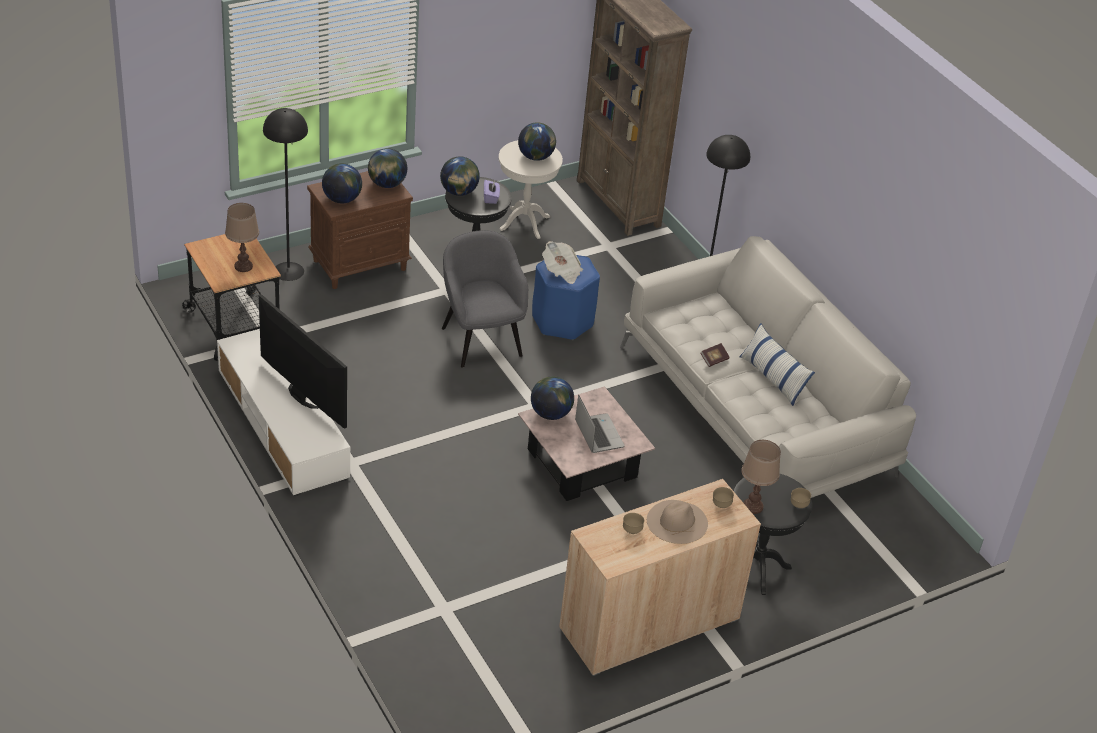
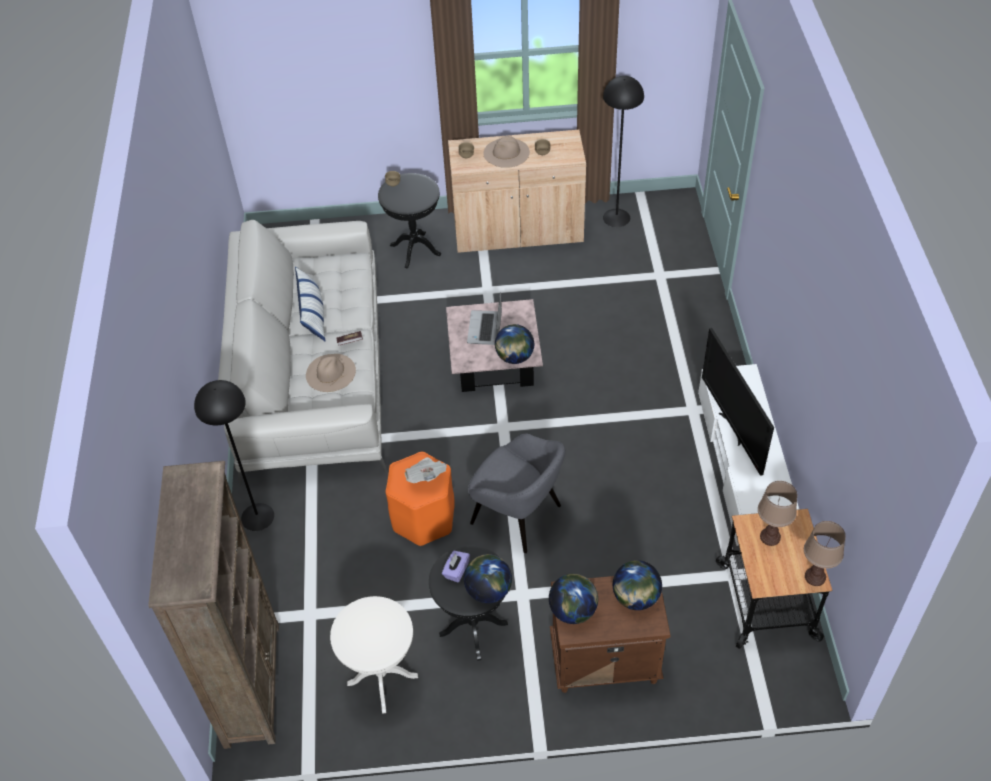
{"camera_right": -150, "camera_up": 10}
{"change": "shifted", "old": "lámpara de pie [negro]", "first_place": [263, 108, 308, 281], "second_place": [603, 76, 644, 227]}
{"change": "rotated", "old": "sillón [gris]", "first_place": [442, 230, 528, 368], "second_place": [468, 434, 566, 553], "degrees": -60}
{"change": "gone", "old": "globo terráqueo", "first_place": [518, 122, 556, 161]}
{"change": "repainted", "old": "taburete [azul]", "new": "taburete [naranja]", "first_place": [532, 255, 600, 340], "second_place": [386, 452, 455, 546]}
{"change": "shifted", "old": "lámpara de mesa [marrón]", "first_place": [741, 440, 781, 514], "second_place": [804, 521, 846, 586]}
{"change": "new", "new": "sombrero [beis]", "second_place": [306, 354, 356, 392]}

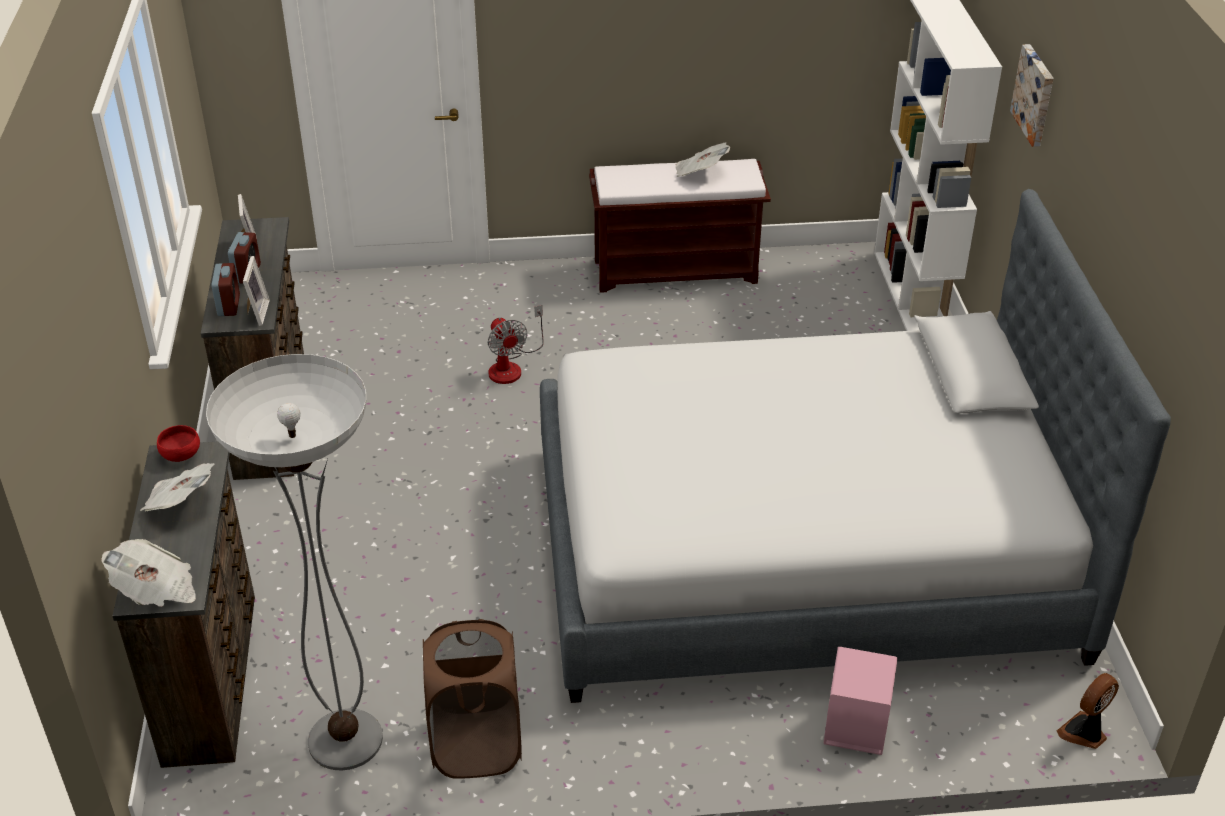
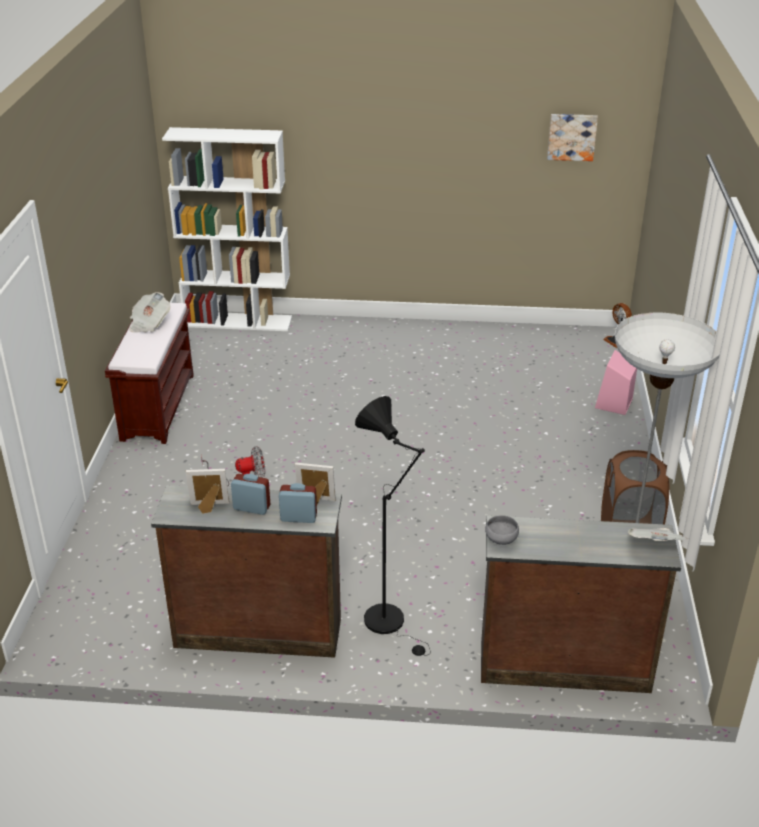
{"camera_right": -80, "camera_up": -5}
{"change": "gone", "old": "periódico", "first_place": [140, 463, 214, 511]}
{"change": "repainted", "old": "cuenco [rojo]", "new": "cuenco [gris]", "first_place": [157, 425, 200, 462], "second_place": [485, 515, 519, 545]}
{"change": "gone", "old": "cama", "first_place": [540, 189, 1171, 703]}
{"change": "shifted", "old": "cuadro", "first_place": [1010, 44, 1054, 147], "second_place": [547, 114, 598, 161]}
{"change": "new", "new": "lámpara de pie [negro]", "second_place": [355, 396, 431, 656]}

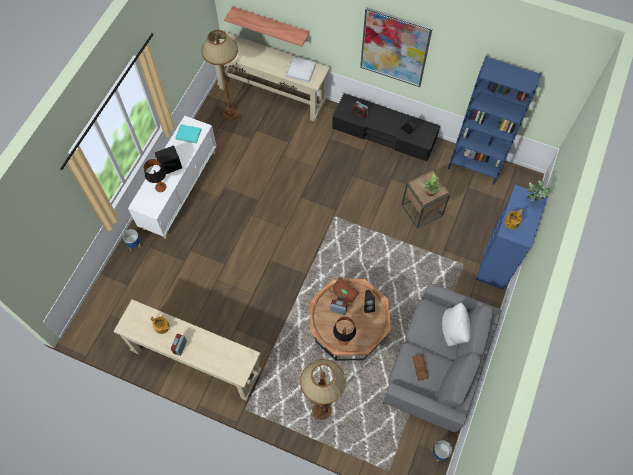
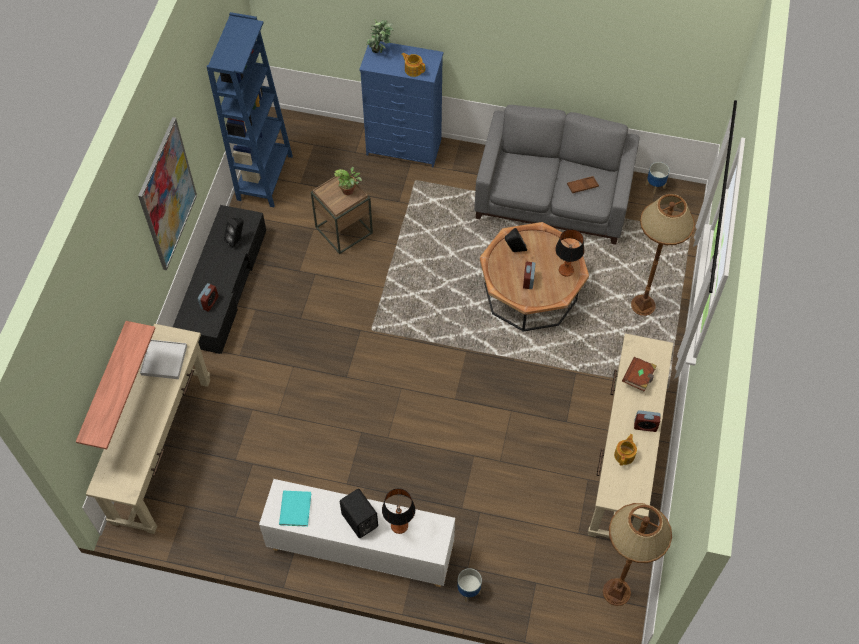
{"camera_right": -100, "camera_up": -5}
{"change": "shifted", "old": "lámpara de pie [marrón]", "first_place": [201, 30, 239, 120], "second_place": [603, 503, 672, 606]}
{"change": "shifted", "old": "libro [marrón]", "first_place": [330, 277, 359, 306], "second_place": [622, 357, 657, 392]}
{"change": "gone", "old": "cojín [blanco]", "first_place": [442, 303, 471, 346]}

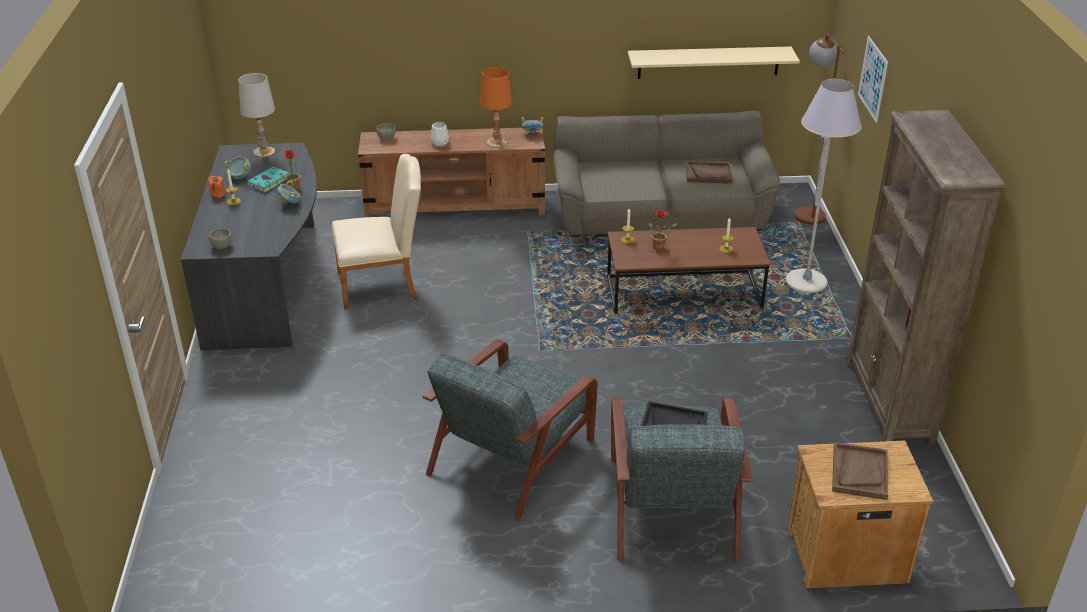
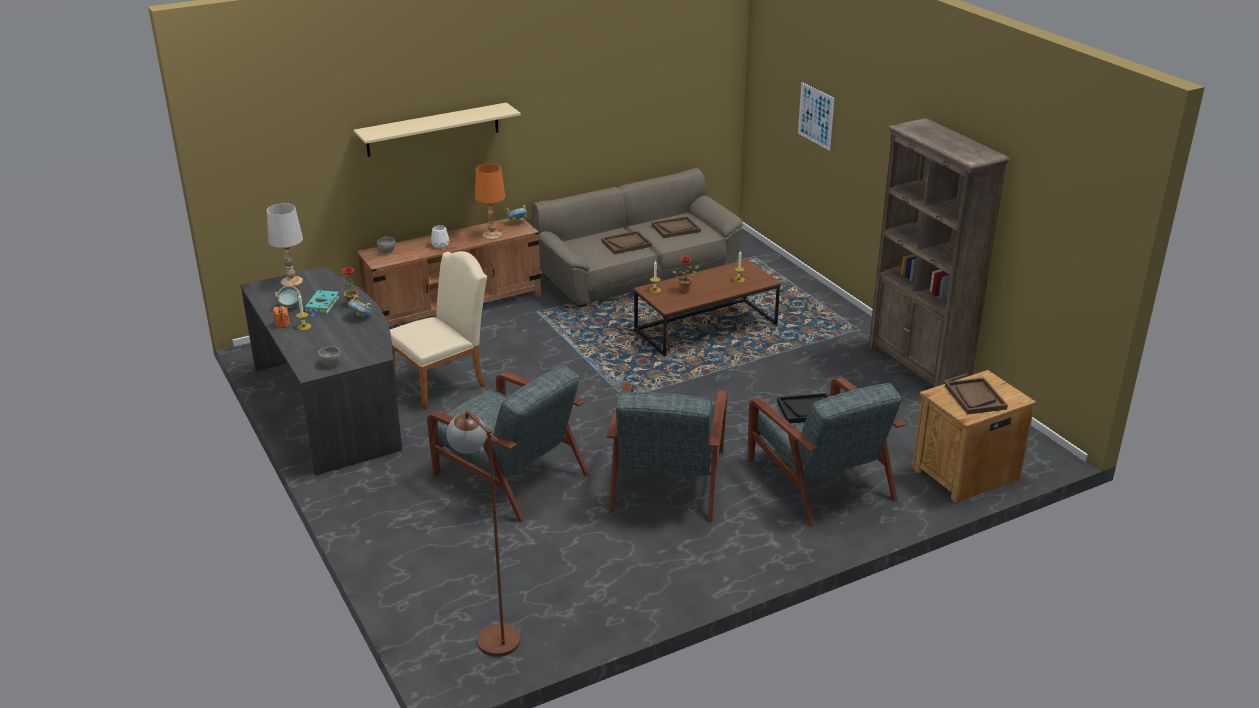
{"camera_right": -25, "camera_up": -5}
{"change": "shifted", "old": "estante [beis]", "first_place": [628, 46, 800, 79], "second_place": [354, 103, 521, 157]}
{"change": "gone", "old": "lámpara de pie [gris]", "first_place": [786, 79, 862, 293]}
{"change": "shifted", "old": "lámpara de pie [marrón]", "first_place": [795, 33, 844, 225], "second_place": [446, 410, 520, 657]}
{"change": "new", "new": "sillón [gris]", "second_place": [427, 365, 590, 522]}
{"change": "new", "new": "bandeja [marrón]", "second_place": [601, 231, 652, 254]}

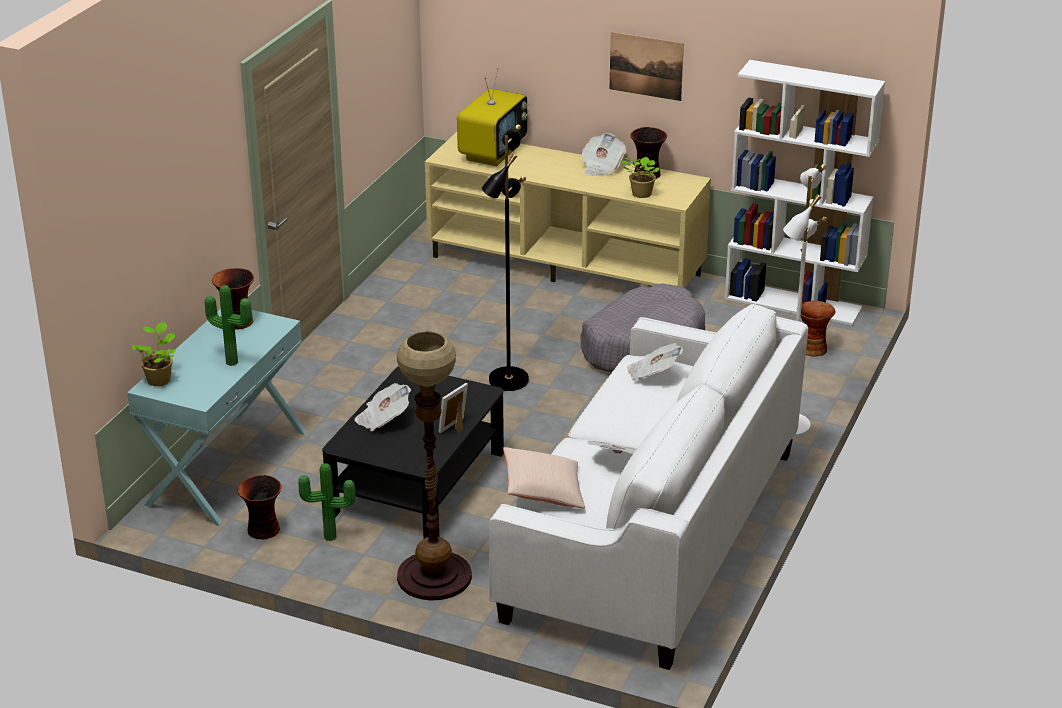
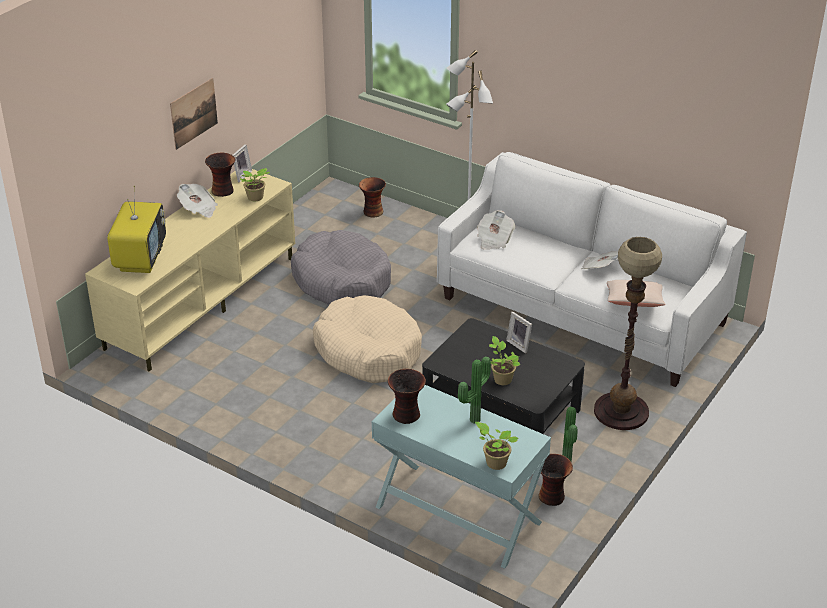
{"camera_right": -80, "camera_up": 5}
{"change": "swapped", "old": "periódico", "new": "planta en maceta", "first_place": [355, 383, 411, 431], "second_place": [489, 336, 521, 385]}
{"change": "rotated", "old": "televisor", "first_place": [457, 68, 527, 166], "second_place": [107, 186, 166, 273], "degrees": 60}
{"change": "swapped", "old": "lámpara de pie [negro]", "new": "cama para perro [beis]", "first_place": [481, 124, 529, 391], "second_place": [313, 295, 422, 383]}
{"change": "gone", "old": "estantería [blanco]", "first_place": [725, 60, 885, 325]}
{"change": "new", "new": "portarretratos", "second_place": [233, 144, 252, 182]}

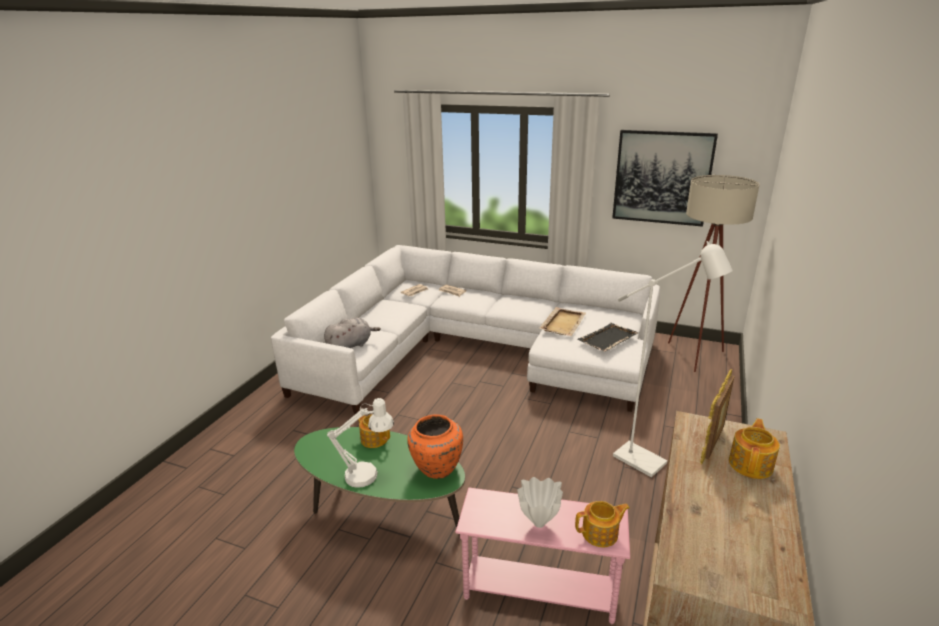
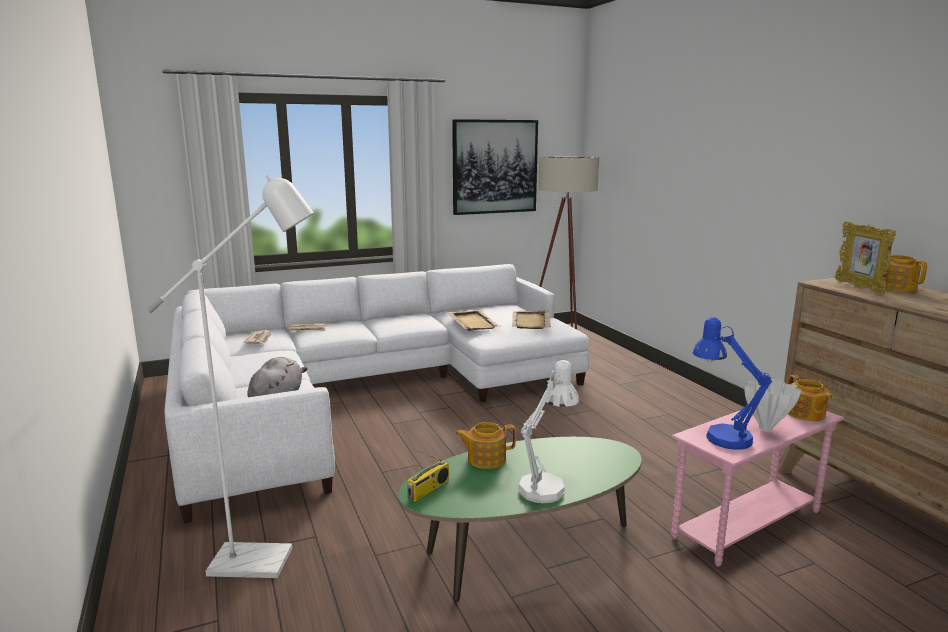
{"camera_right": -45, "camera_up": -10}
{"change": "gone", "old": "florero [naranja]", "first_place": [407, 415, 463, 479]}
{"change": "rotated", "old": "tetera", "first_place": [575, 501, 630, 547], "second_place": [787, 375, 833, 421], "degrees": 135}
{"change": "repainted", "old": "bandeja [negro]", "new": "bandeja [beis]", "first_place": [577, 323, 639, 352], "second_place": [512, 310, 551, 329]}
{"change": "shifted", "old": "lámpara de pie [blanco]", "first_place": [613, 241, 733, 477], "second_place": [147, 175, 314, 578]}
{"change": "new", "new": "radio", "second_place": [407, 449, 449, 502]}
{"change": "new", "new": "lámpara de mesa [azul]", "second_place": [692, 317, 772, 450]}

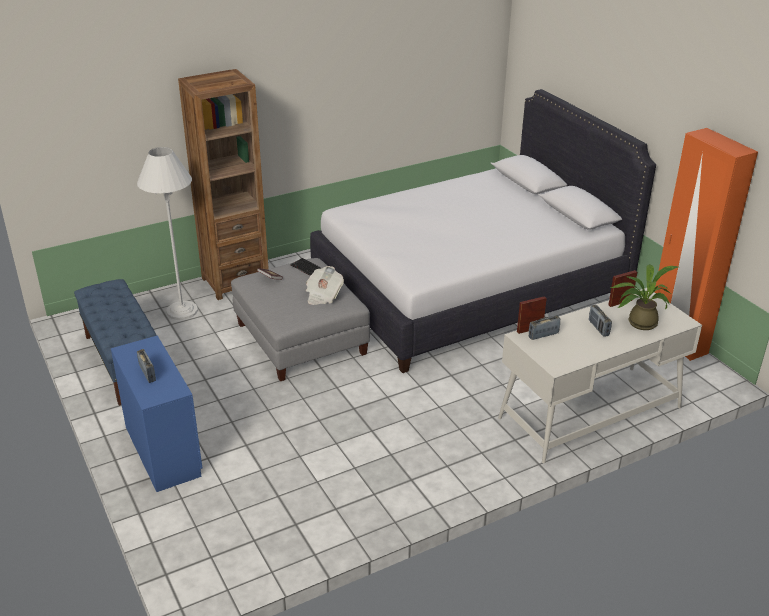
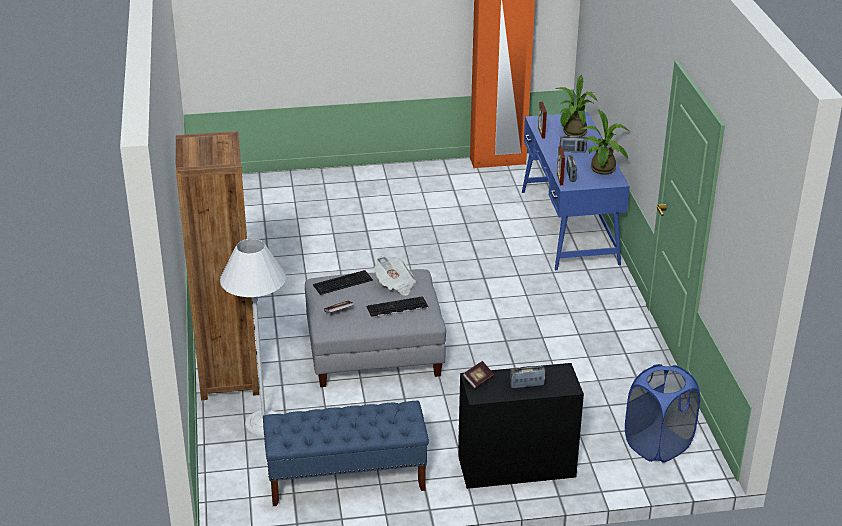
{"camera_right": -70, "camera_up": 0}
{"change": "repainted", "old": "cómoda [azul]", "new": "cómoda [negro]", "first_place": [111, 335, 202, 492], "second_place": [458, 363, 584, 489]}
{"change": "gone", "old": "cama [blanco]", "first_place": [310, 89, 656, 373]}
{"change": "repainted", "old": "escritorio [blanco]", "new": "escritorio [azul]", "first_place": [498, 288, 702, 464], "second_place": [522, 112, 630, 270]}
{"change": "new", "new": "teclado", "second_place": [366, 296, 428, 317]}
{"change": "new", "new": "libro", "second_place": [463, 361, 494, 389]}
{"change": "new", "new": "planta en maceta", "second_place": [581, 110, 630, 175]}
{"change": "new", "new": "cesto de la ropa [azul]", "second_place": [625, 364, 700, 463]}

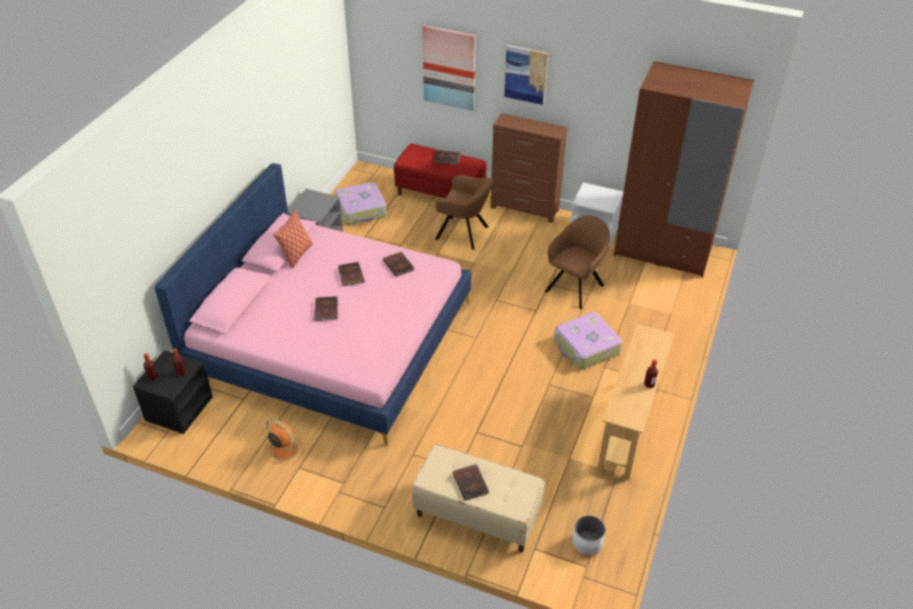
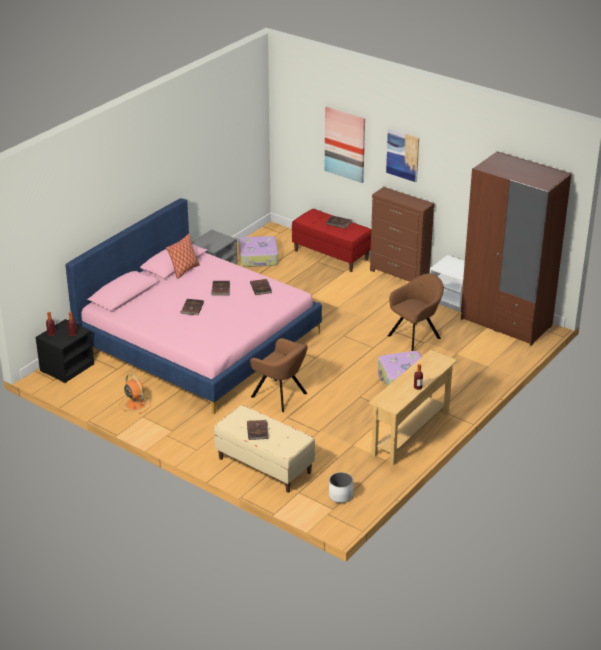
{"camera_right": 15, "camera_up": -10}
{"change": "shifted", "old": "sillón [marrón]", "first_place": [435, 175, 492, 250], "second_place": [250, 338, 308, 412]}

